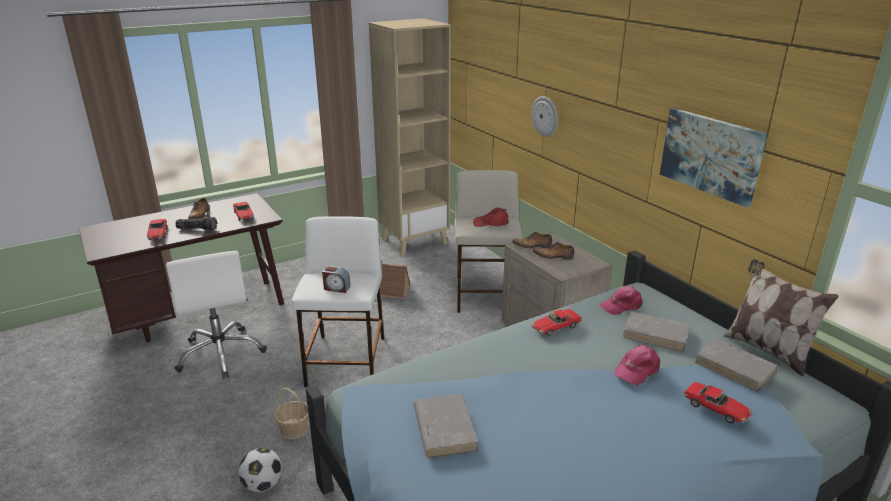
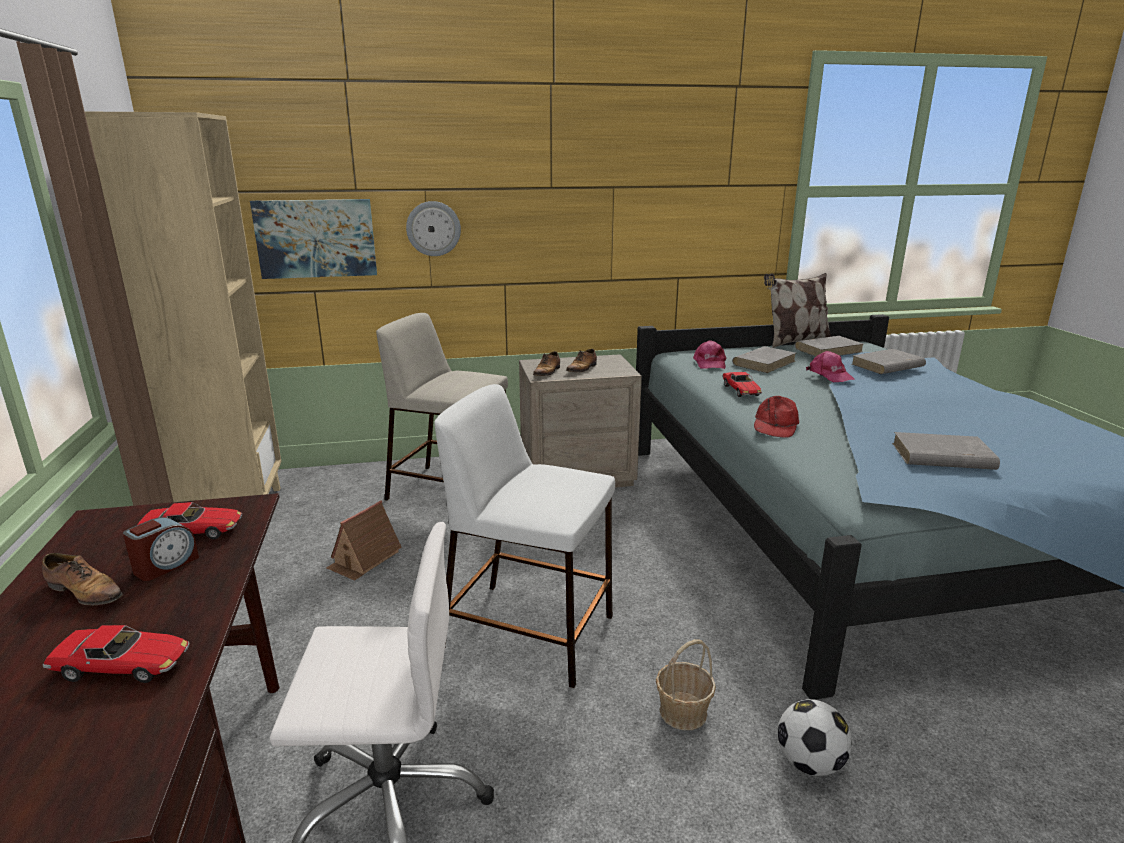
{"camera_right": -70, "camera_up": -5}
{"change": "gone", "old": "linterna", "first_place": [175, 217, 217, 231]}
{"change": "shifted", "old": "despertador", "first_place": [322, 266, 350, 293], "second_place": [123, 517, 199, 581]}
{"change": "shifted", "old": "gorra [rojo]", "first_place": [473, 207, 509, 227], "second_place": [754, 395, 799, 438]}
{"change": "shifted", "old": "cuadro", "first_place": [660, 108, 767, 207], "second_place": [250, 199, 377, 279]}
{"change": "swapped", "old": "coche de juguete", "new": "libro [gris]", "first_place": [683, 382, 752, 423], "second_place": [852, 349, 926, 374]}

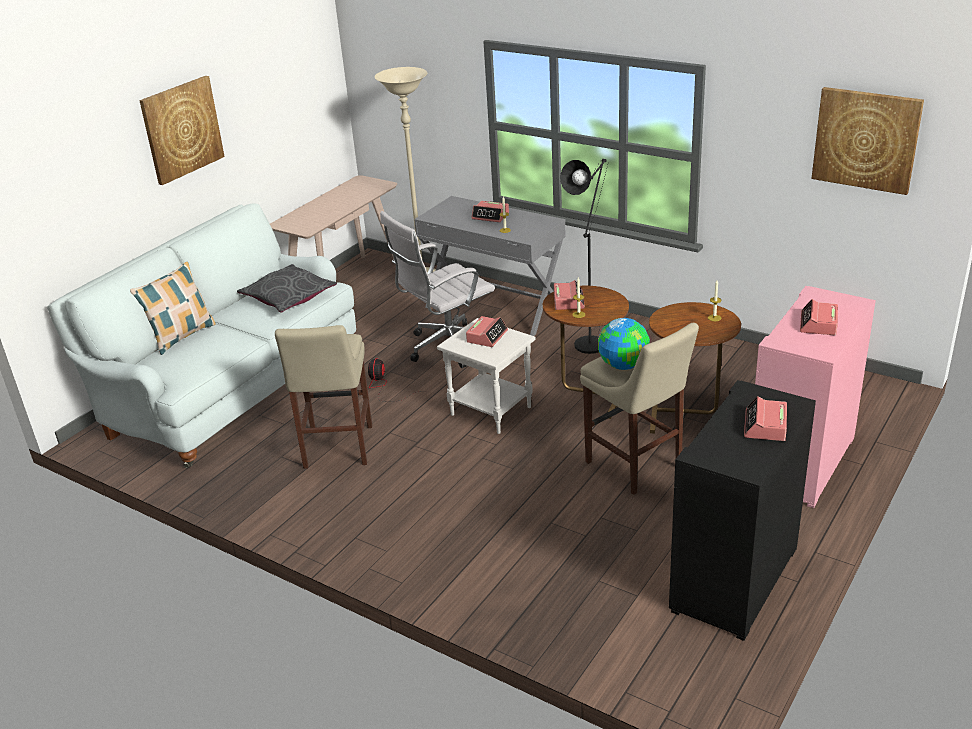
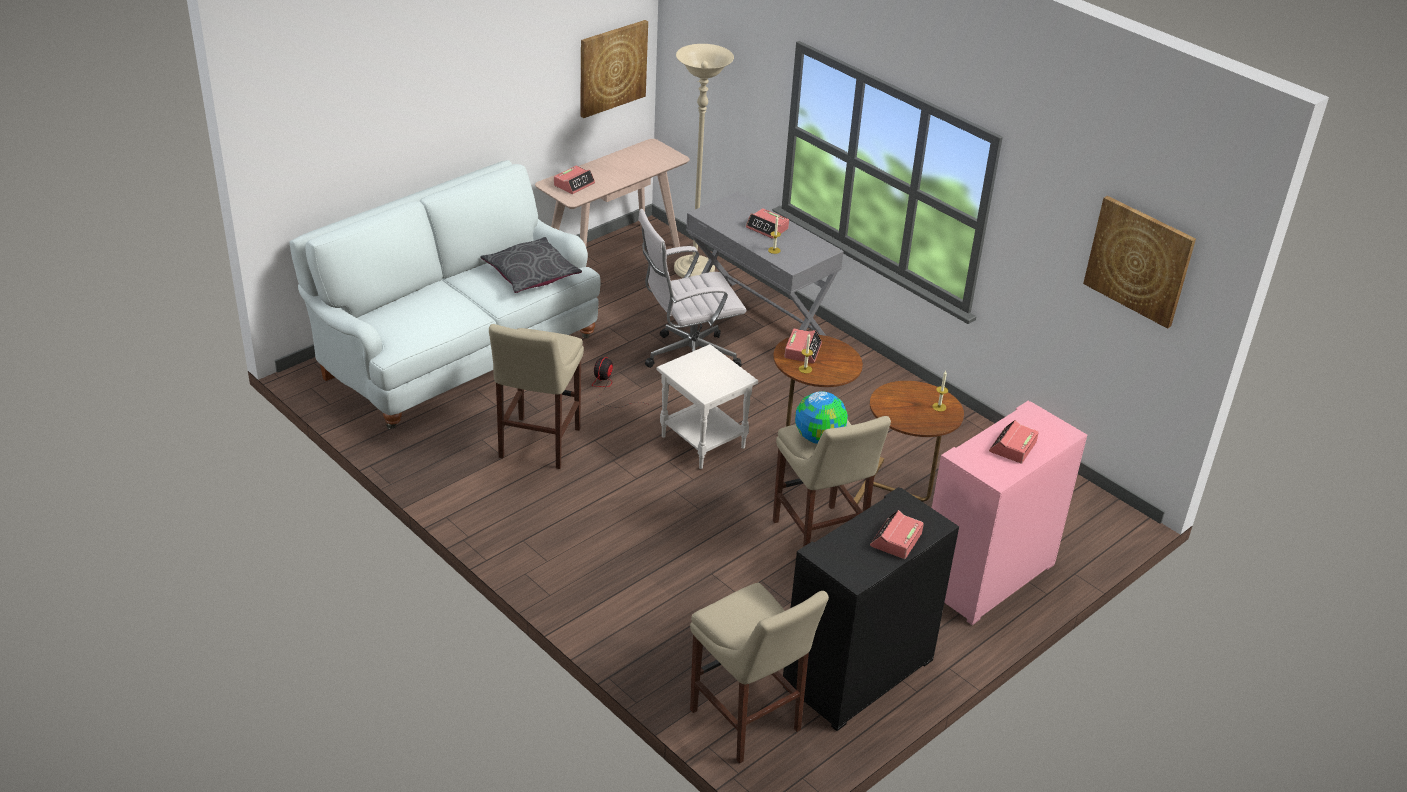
{"camera_right": 10, "camera_up": 5}
{"change": "gone", "old": "cojín", "first_place": [130, 262, 216, 355]}
{"change": "shifted", "old": "cuadro", "first_place": [139, 76, 225, 185], "second_place": [580, 20, 648, 118]}
{"change": "shifted", "old": "despertador", "first_place": [466, 316, 508, 347], "second_place": [554, 166, 595, 194]}
{"change": "gone", "old": "lámpara de pie [negro]", "first_place": [560, 159, 608, 354]}
{"change": "new", "new": "taburete [beis]", "second_place": [690, 583, 829, 764]}

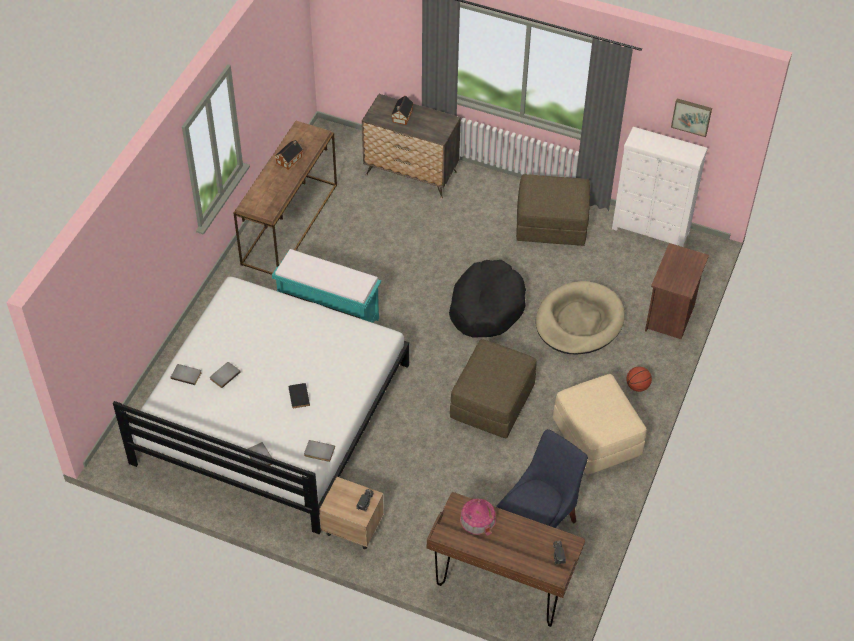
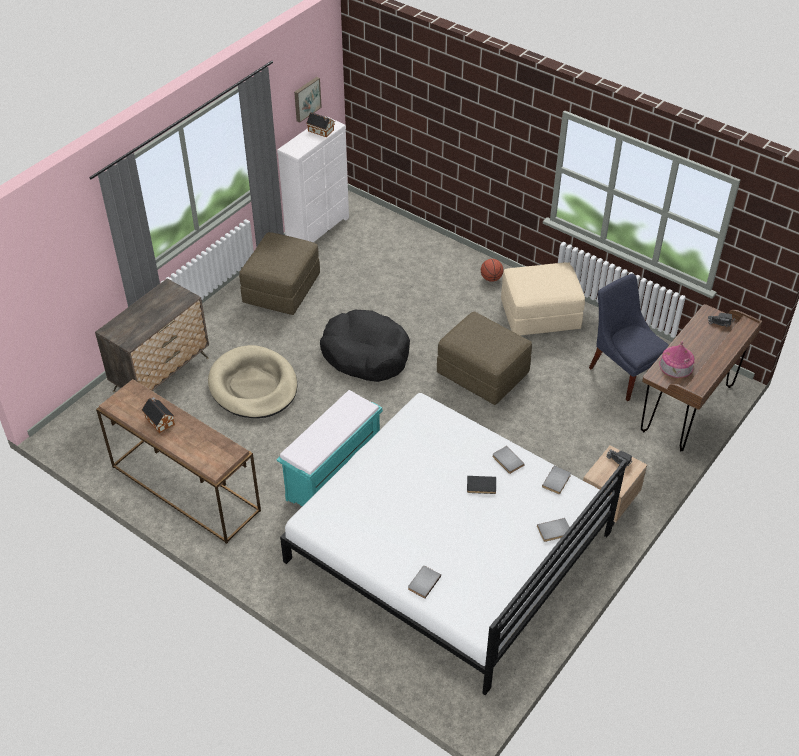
{"camera_right": -75, "camera_up": -5}
{"change": "shifted", "old": "libro [gris]", "first_place": [210, 362, 241, 388], "second_place": [492, 446, 525, 474]}
{"change": "shifted", "old": "casita", "first_place": [391, 96, 414, 125], "second_place": [306, 112, 335, 137]}
{"change": "shifted", "old": "cama para perro [beis]", "first_place": [536, 281, 625, 355], "second_place": [208, 345, 298, 418]}
{"change": "gone", "old": "mesita de noche [marrón]", "first_place": [645, 243, 709, 339]}

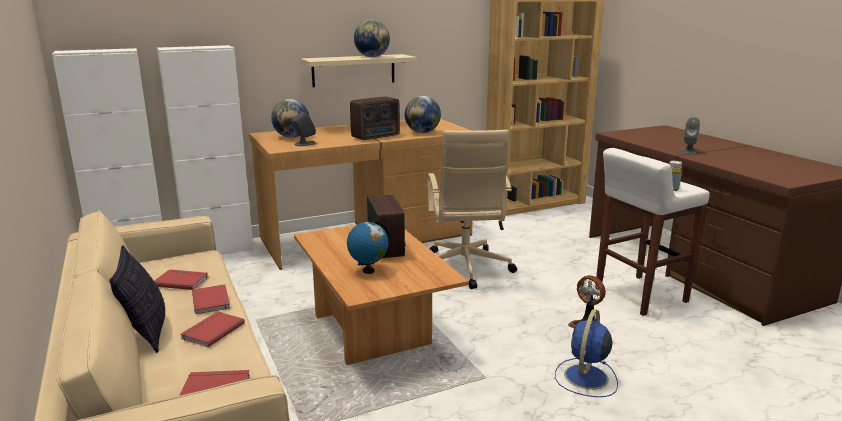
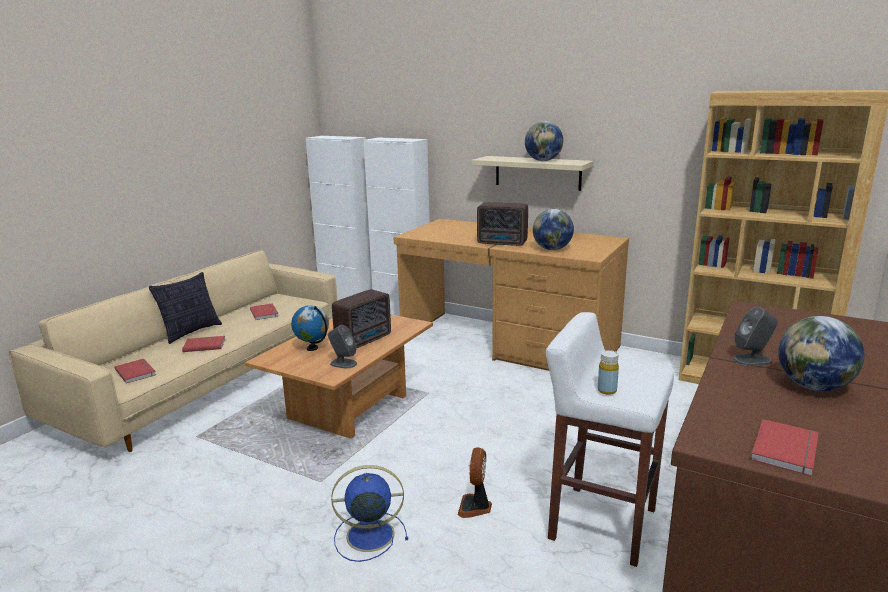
{"camera_right": 55, "camera_up": 0}
{"change": "shifted", "old": "libro [rojo]", "first_place": [192, 284, 230, 314], "second_place": [750, 419, 819, 476]}
{"change": "shifted", "old": "globo terráqueo", "first_place": [271, 99, 310, 138], "second_place": [778, 316, 864, 391]}
{"change": "shifted", "old": "altavoz [gris]", "first_place": [292, 111, 316, 146], "second_place": [328, 325, 357, 368]}
{"change": "gone", "old": "silla de oficina [beis]", "first_place": [428, 130, 517, 289]}

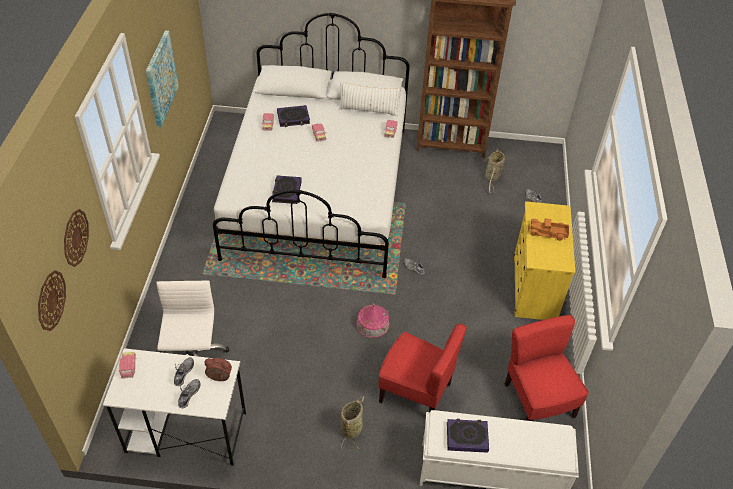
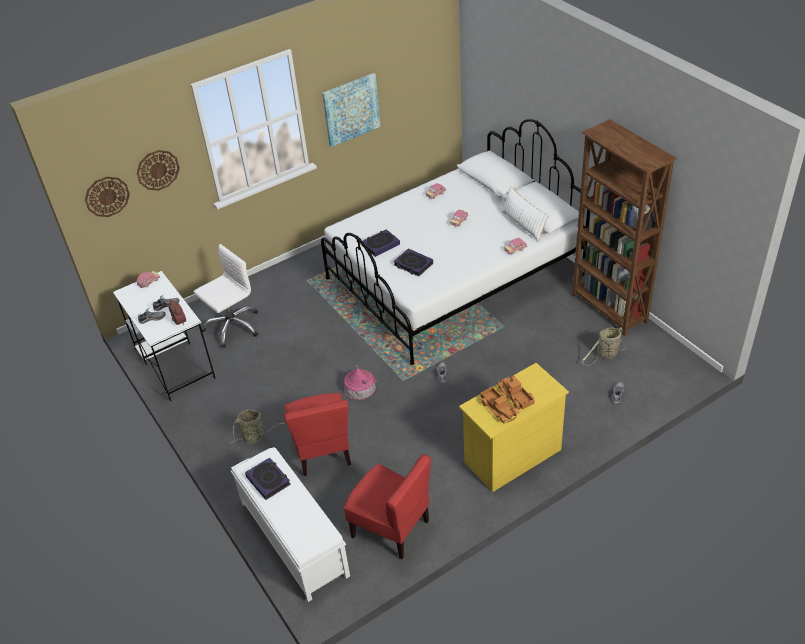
{"camera_right": 55, "camera_up": -5}
{"change": "shifted", "old": "libro", "first_place": [277, 105, 310, 127], "second_place": [393, 248, 433, 277]}
{"change": "rotated", "old": "silla [rojo]", "first_place": [505, 315, 589, 421], "second_place": [344, 454, 431, 559], "degrees": 90}
{"change": "new", "new": "camión de juguete", "second_place": [480, 387, 519, 423]}

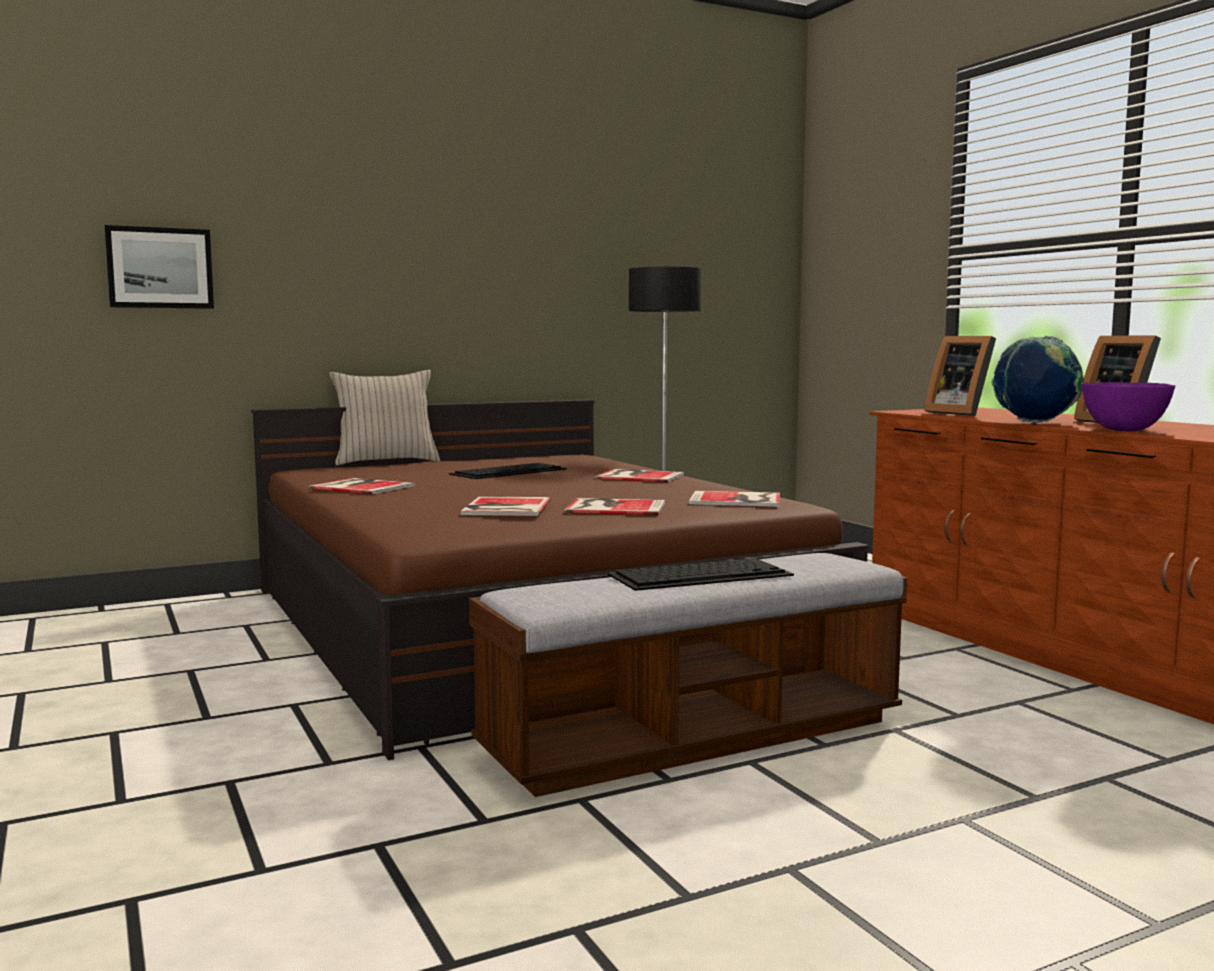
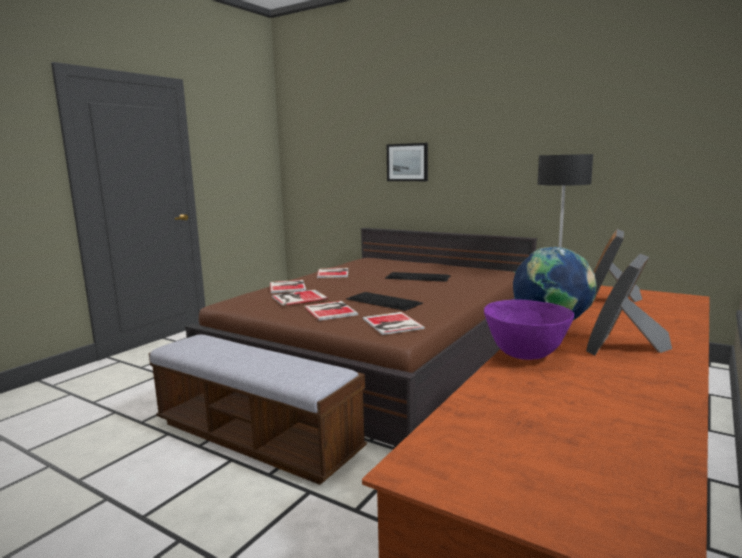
{"camera_right": 60, "camera_up": 5}
{"change": "shifted", "old": "cuadro", "first_place": [105, 225, 214, 309], "second_place": [387, 143, 428, 181]}
{"change": "gone", "old": "cojín [beis]", "first_place": [329, 370, 440, 465]}
{"change": "shifted", "old": "libro", "first_place": [595, 469, 684, 483], "second_place": [270, 280, 306, 293]}
{"change": "shifted", "old": "teclado", "first_place": [607, 559, 794, 591], "second_place": [346, 292, 423, 311]}

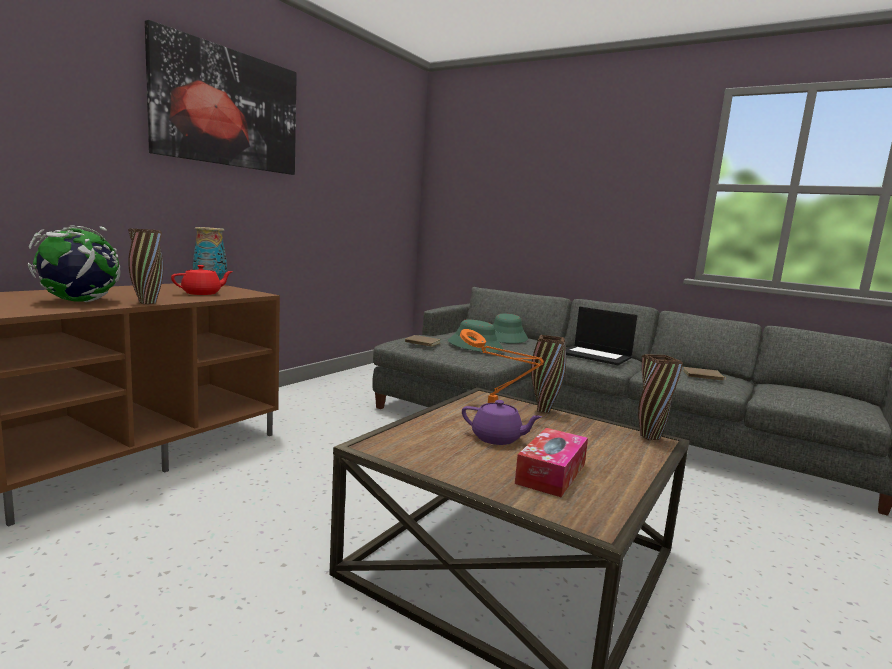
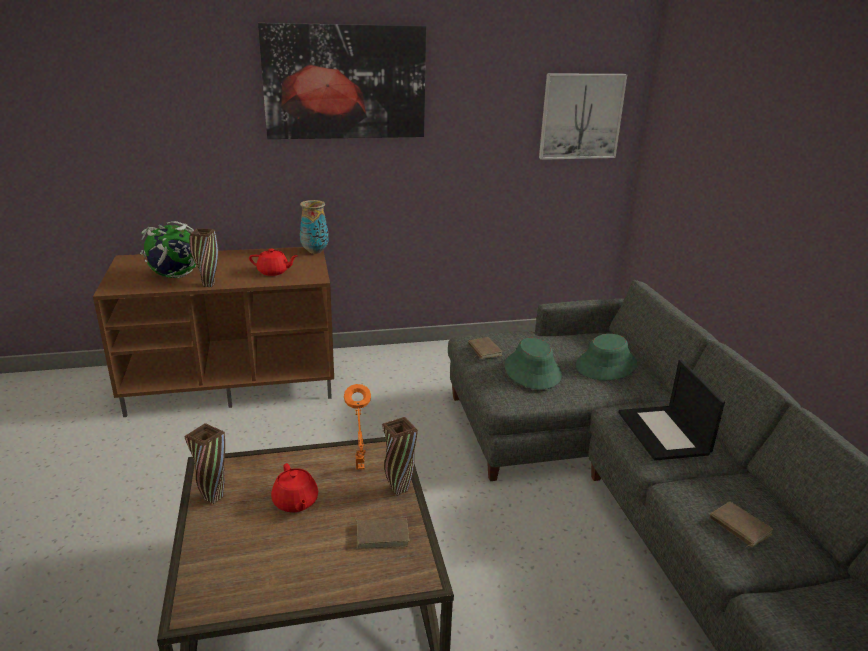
{"camera_right": 45, "camera_up": 15}
{"change": "repainted", "old": "tetera [morado]", "new": "tetera [rojo]", "first_place": [462, 400, 542, 445], "second_place": [271, 463, 318, 512]}
{"change": "gone", "old": "caja de pañuelos", "first_place": [515, 428, 588, 497]}
{"change": "shifted", "old": "florero [marrón]", "first_place": [638, 355, 683, 440], "second_place": [184, 423, 225, 504]}
{"change": "new", "new": "libro [marrón]", "second_place": [355, 513, 409, 549]}
{"change": "new", "new": "cuadro", "second_place": [539, 73, 627, 160]}

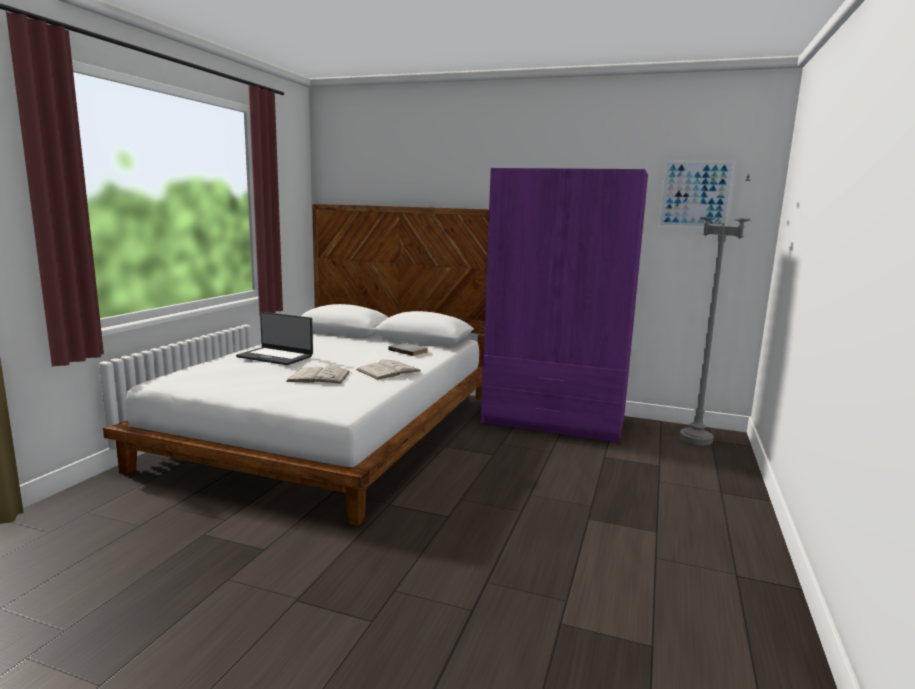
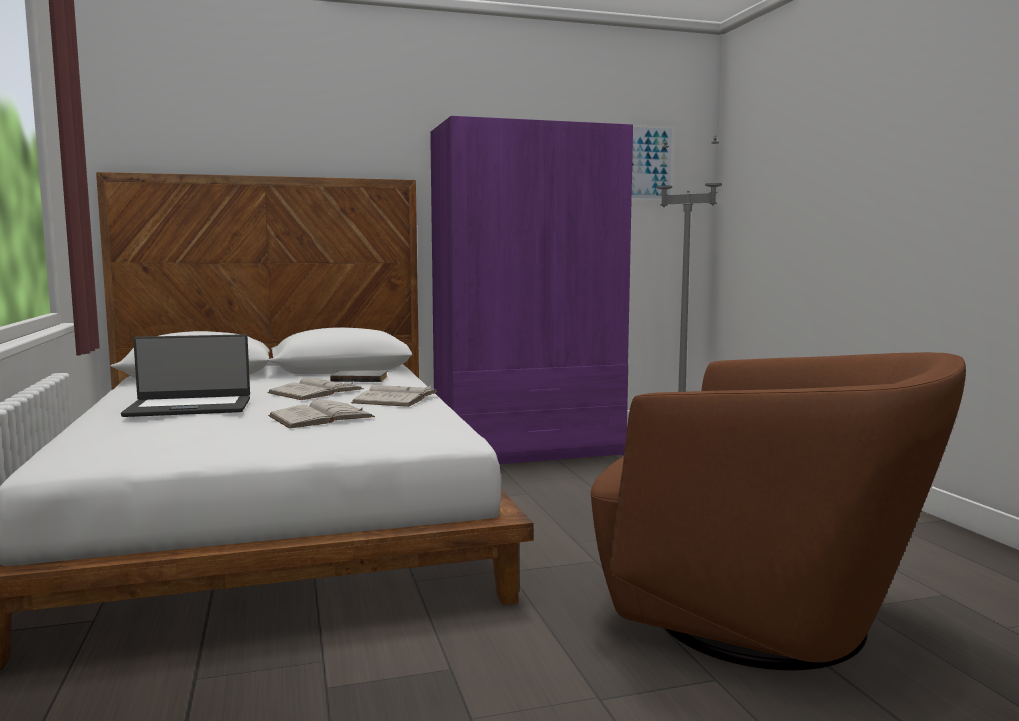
{"camera_right": -35, "camera_up": -5}
{"change": "new", "new": "libro [blanco]", "second_place": [267, 378, 364, 400]}
{"change": "new", "new": "sillón [marrón]", "second_place": [590, 352, 966, 670]}

